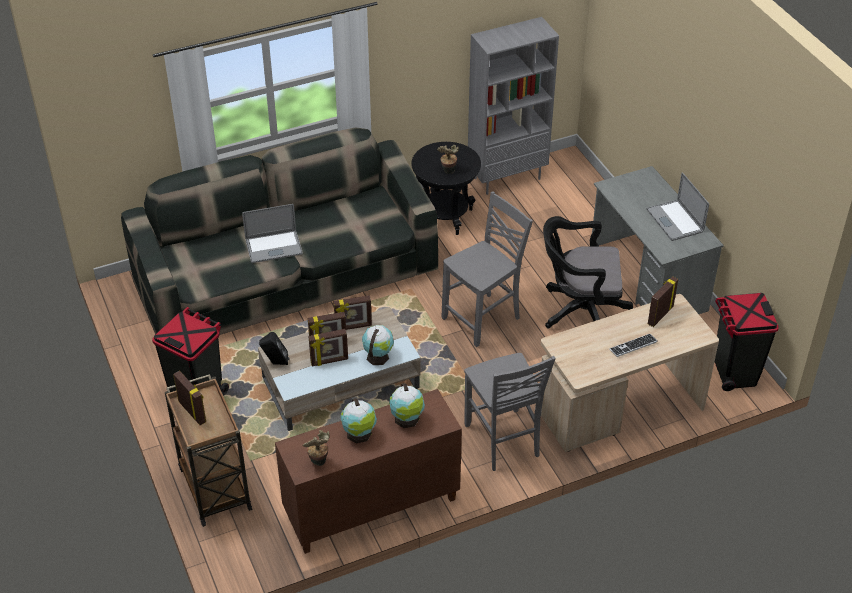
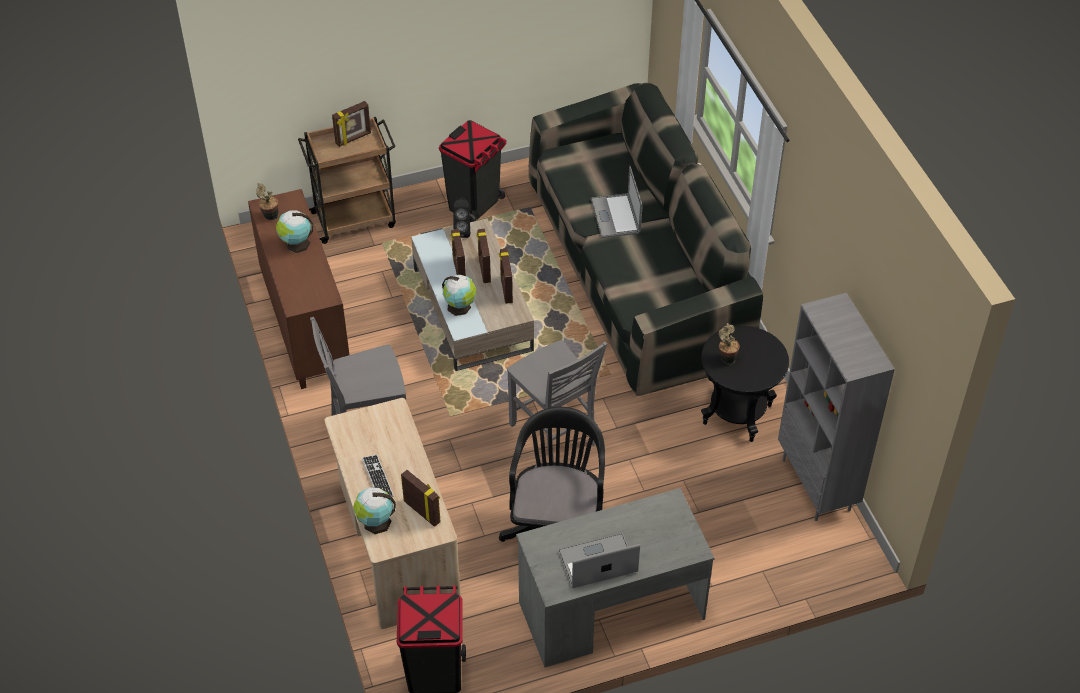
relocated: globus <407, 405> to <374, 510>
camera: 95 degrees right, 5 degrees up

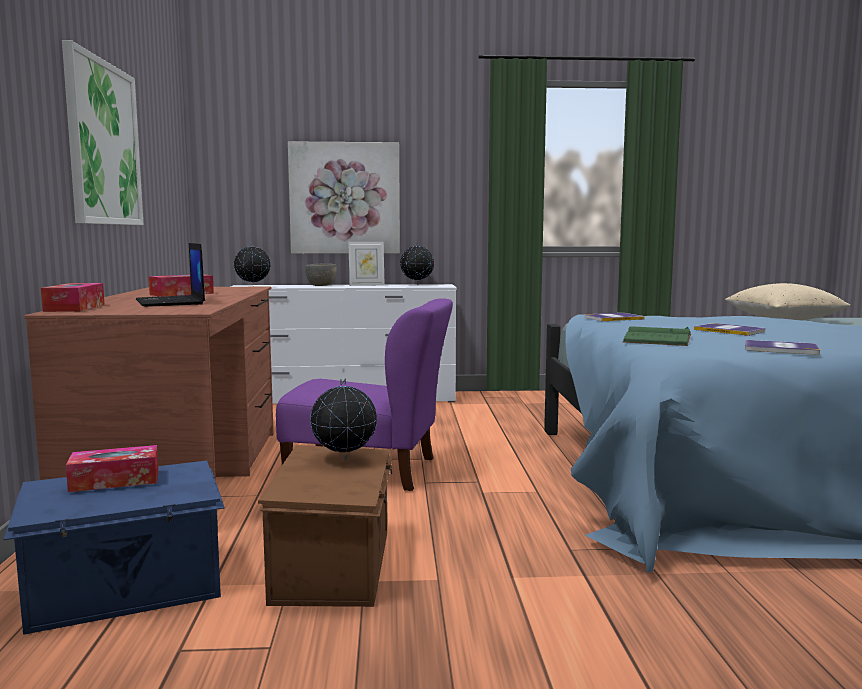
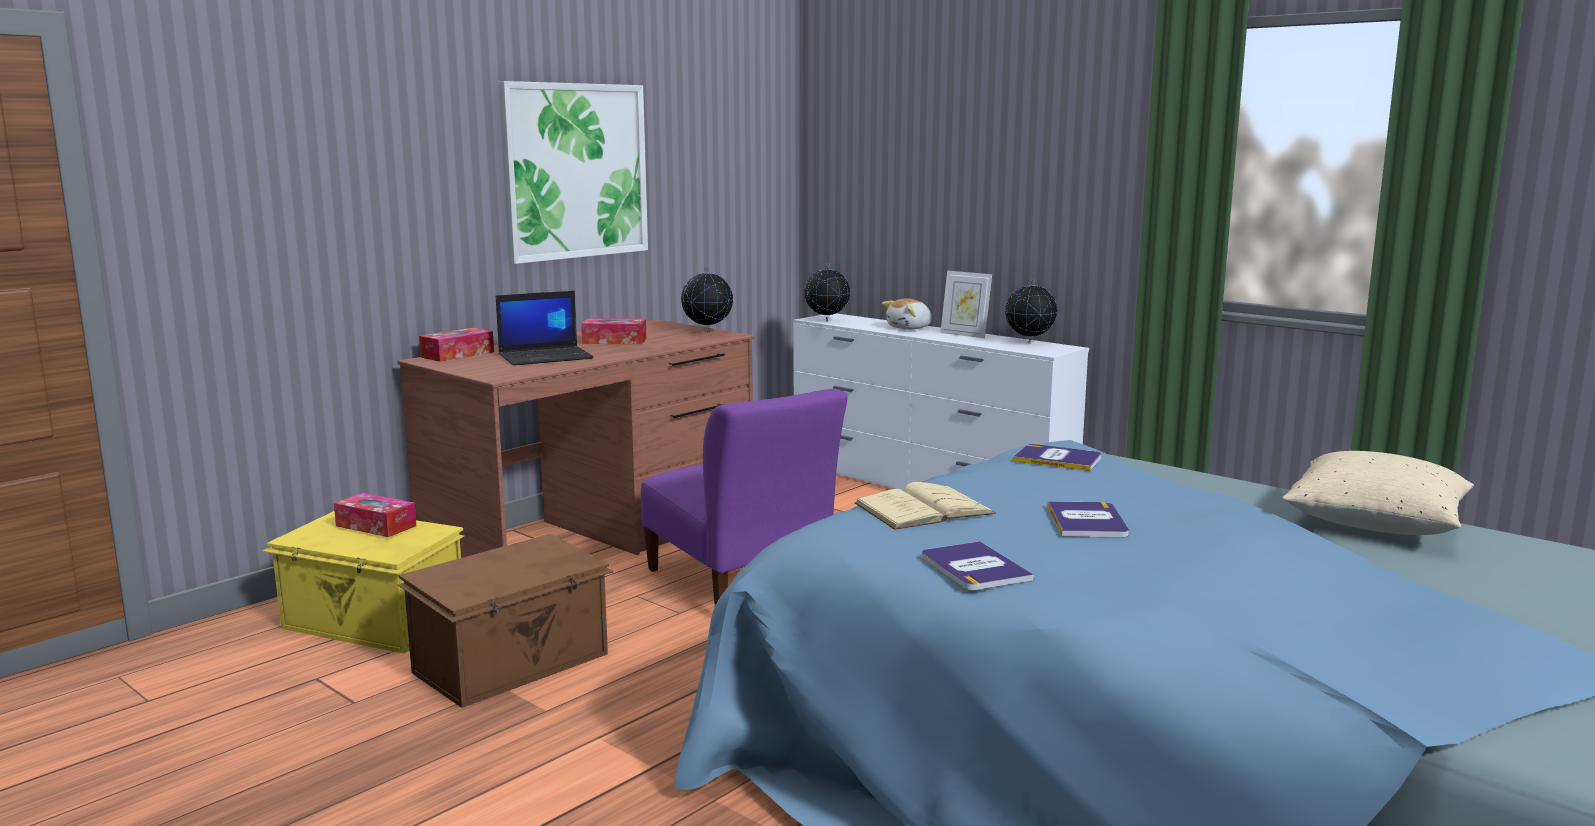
missing: obraz <344, 197>
relocated: globus <343, 419> to <707, 299>
exchanged: miska/szary <321, 274> to pluszak <906, 314>
colour: pojemnik do przechowywania/niebieski <114, 547> to pojemnik do przechowywania/żółty <363, 582>; książka/zielony <657, 336> to książka/beżowy <925, 506>
spun: laptop <170, 275> = <545, 328> 135 degrees counterclockwise
camera: 45 degrees right, 5 degrees up

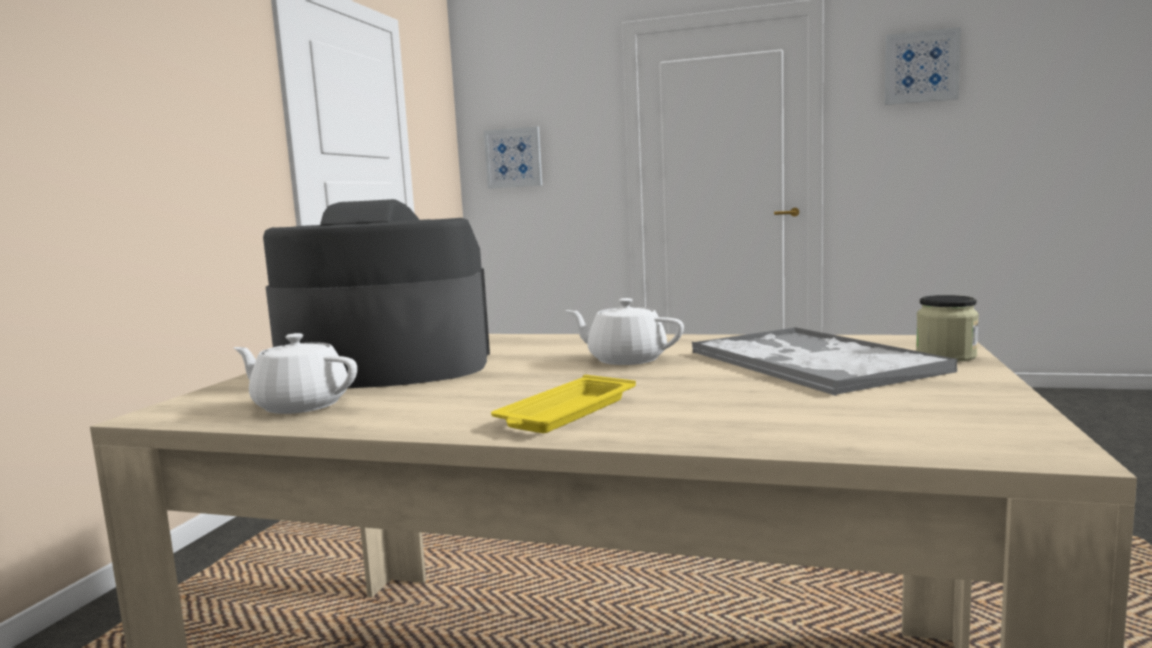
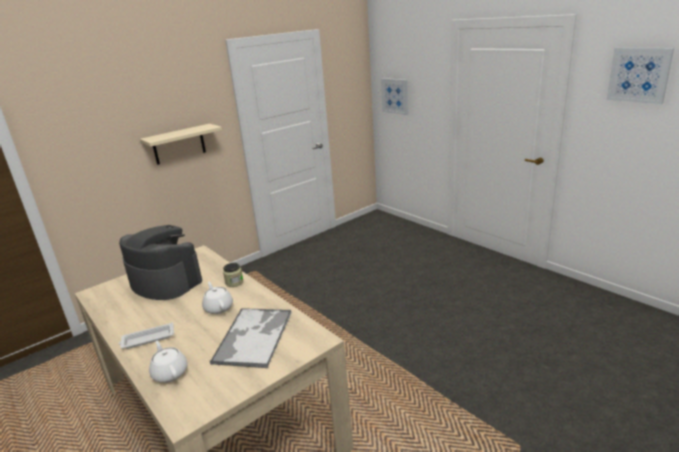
appeared: półka/beżowy <181, 144>
relocated: imbryk/biały <295, 373> to <168, 362>; słoik <947, 328> to <233, 275>
colour: taca/żółty <563, 404> to taca/biały <146, 335>
camera: 35 degrees right, 15 degrees up

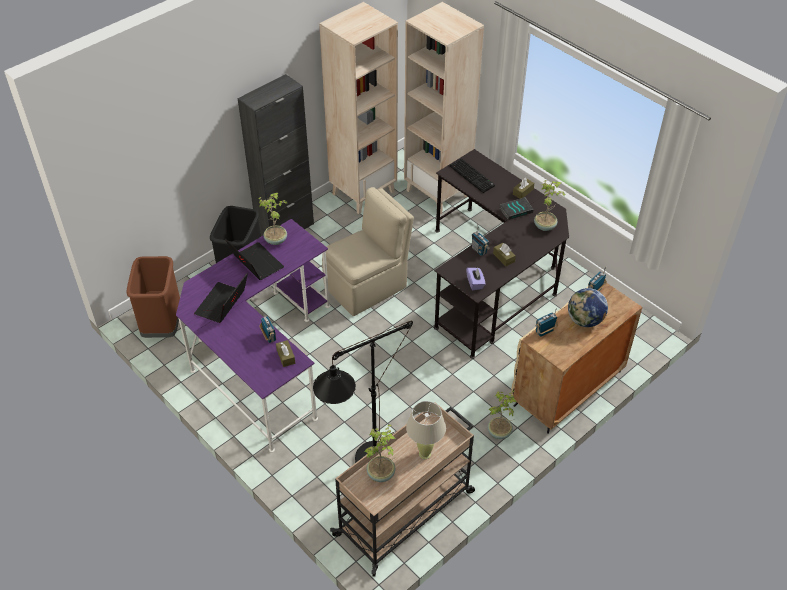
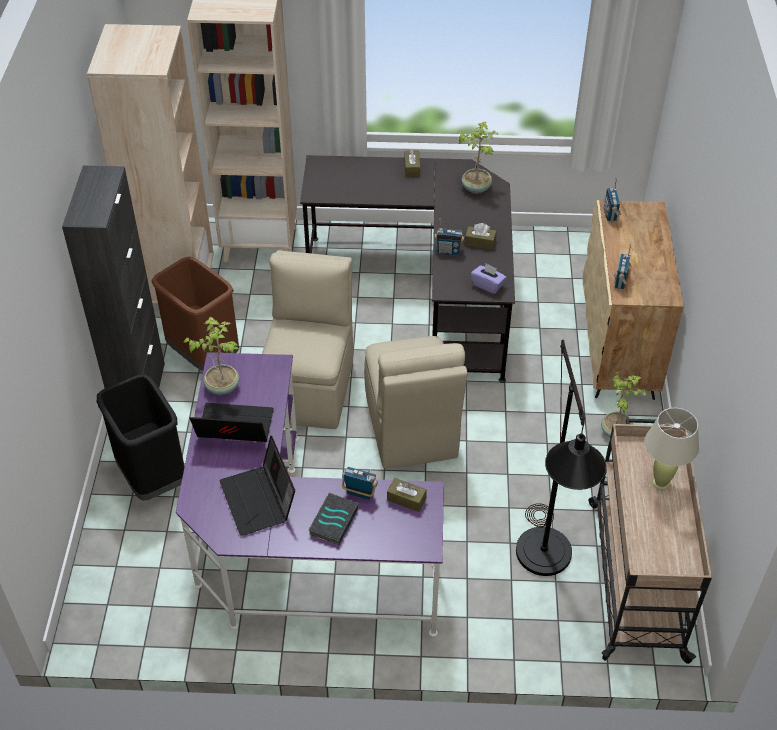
missing: roślina doniczkowa <380, 453>; klawiatura <472, 175>; globus <588, 307>
appeared: krzesło/beżowy <416, 402>
relocated: kosz na śmieci/brązowy <153, 297> to <195, 314>; książka <516, 208> to <333, 519>
camera: 45 degrees left, 0 degrees up

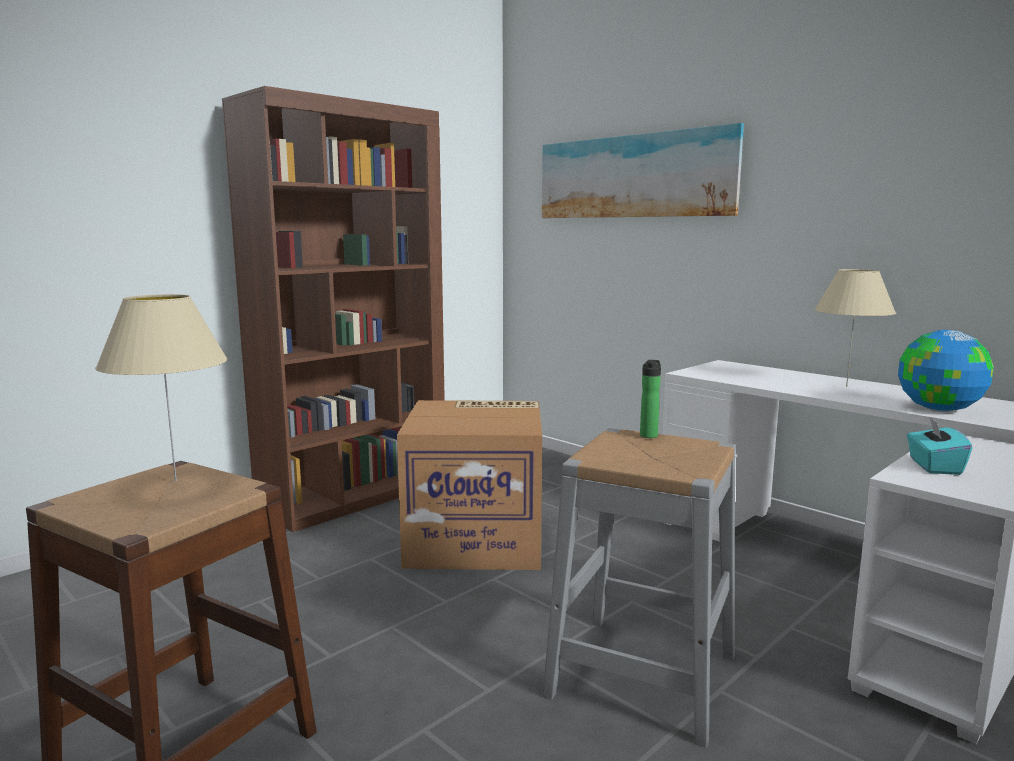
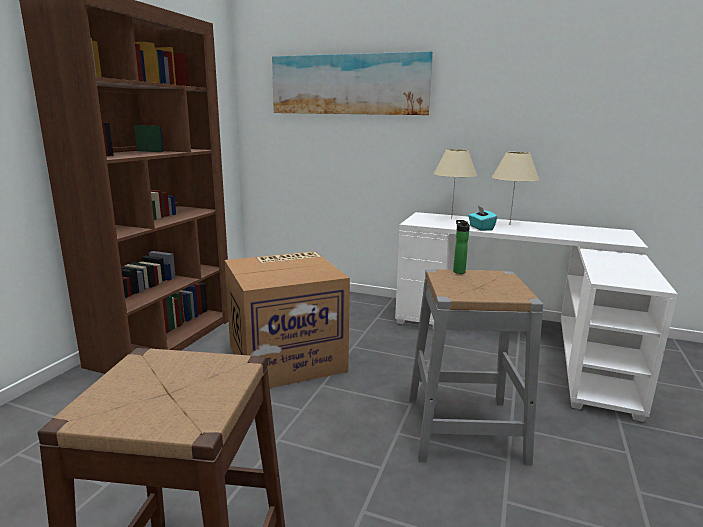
missing: globus <946, 371>
relocated: lampa stołowa/beżowy <161, 388> to <455, 184>; pudełko chusteczek/turkusowy <939, 445> to <482, 218>
camera: 25 degrees left, 5 degrees up

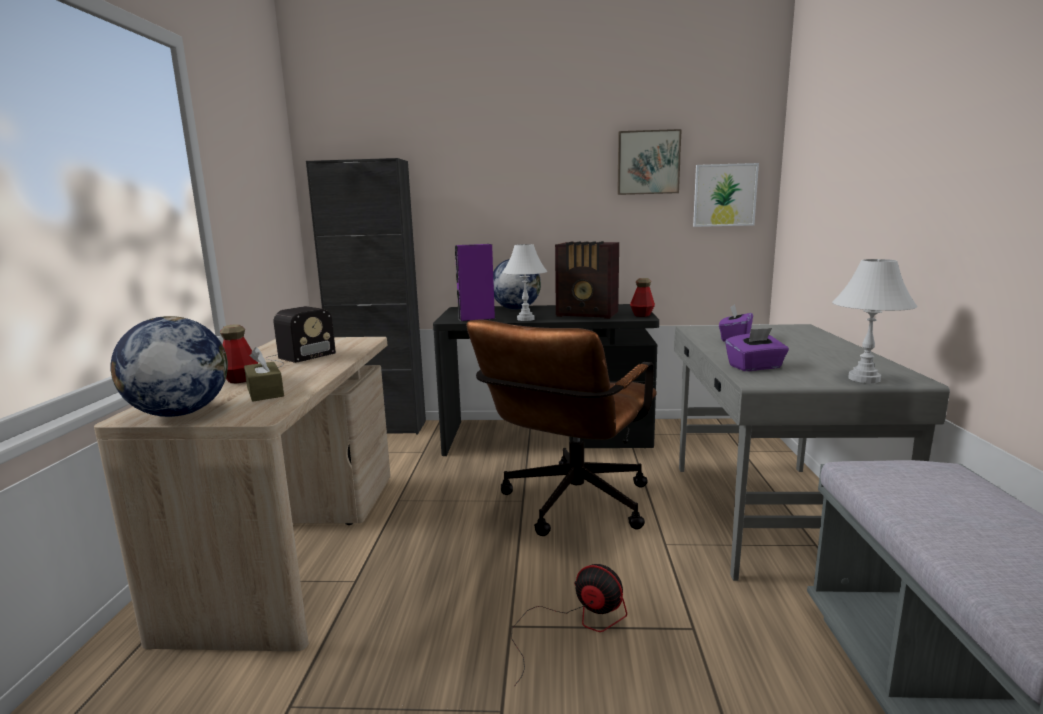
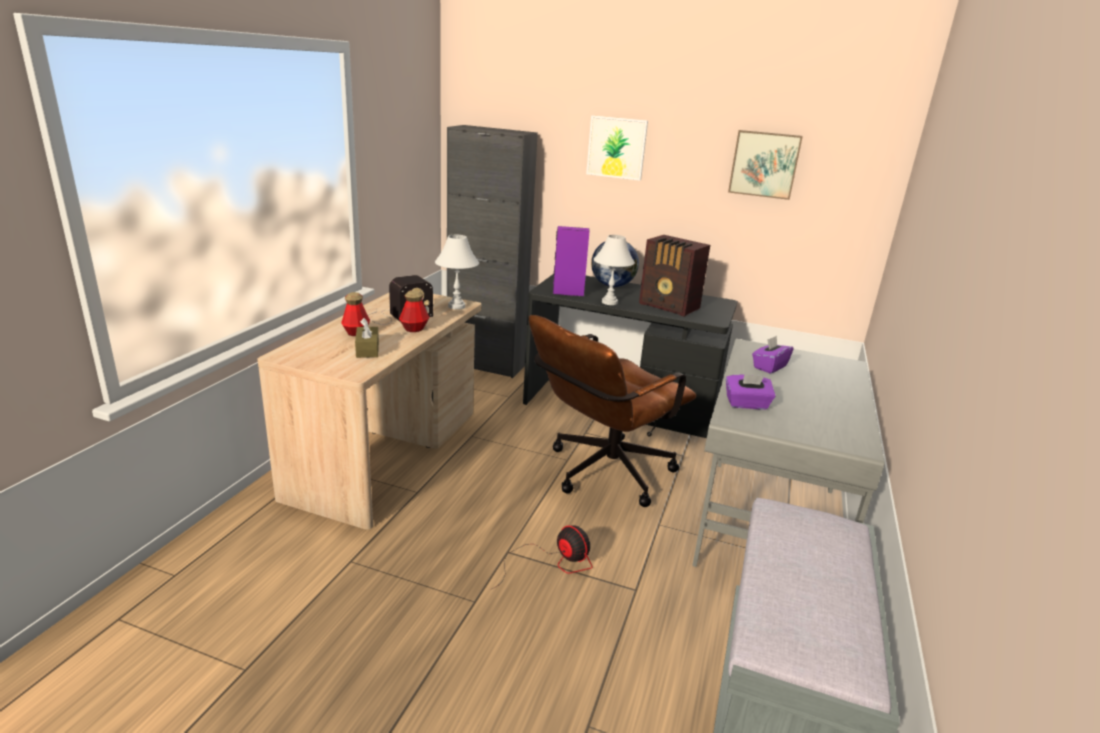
missing: globus <169, 366>
relocated: butelka <642, 297> to <414, 311>; obraz <726, 195> to <617, 148>; lampa stołowa/biały <875, 321> to <457, 272>
camera: 15 degrees right, 10 degrees up

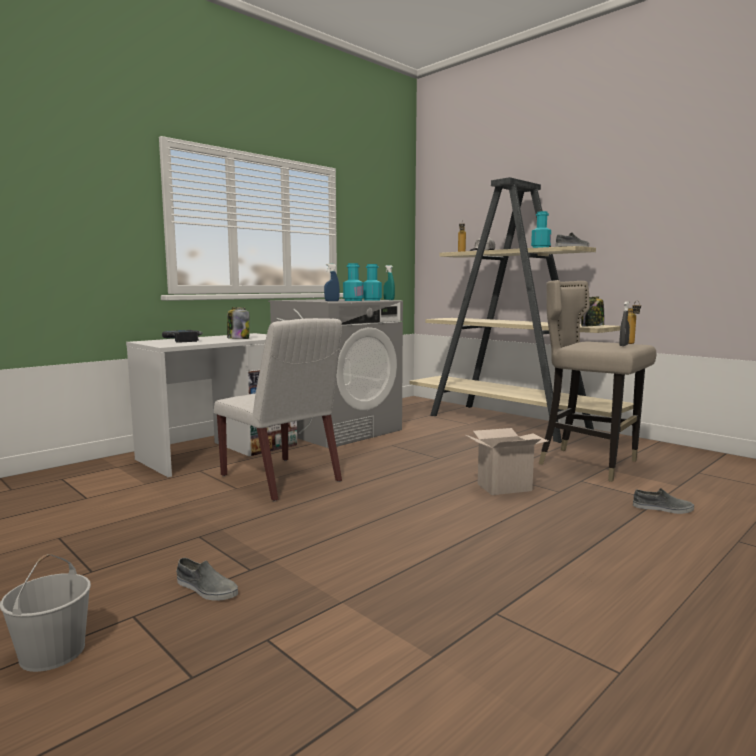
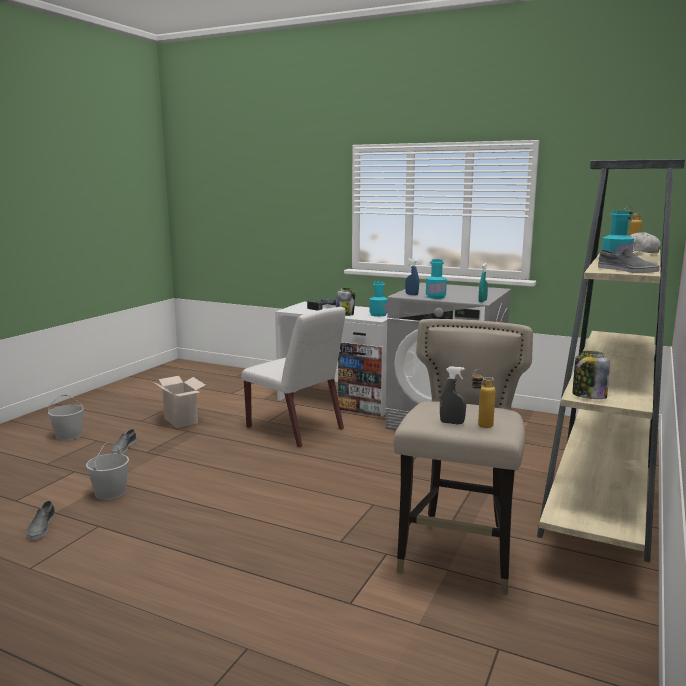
appeared: wiadro/biały <107, 471>
relocated: butelka/turkusowy <373, 282> to <378, 299>; karton <507, 461> to <179, 402>; but/szary <663, 501> to <41, 520>
spun: krzesło/biały <278, 410> = <293, 377> 75 degrees counterclockwise
camera: 70 degrees right, 5 degrees up

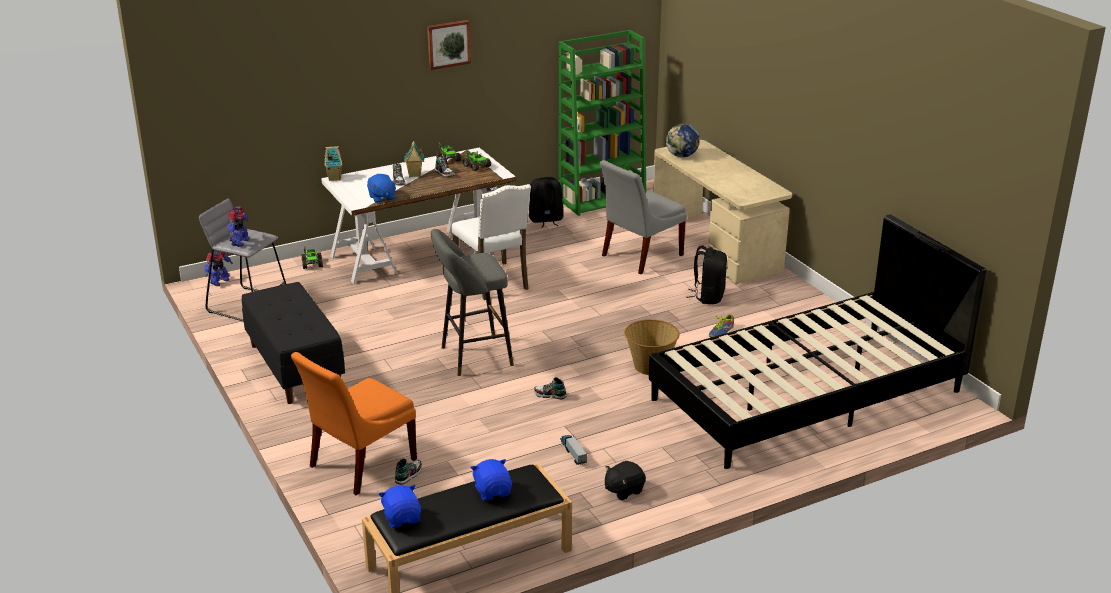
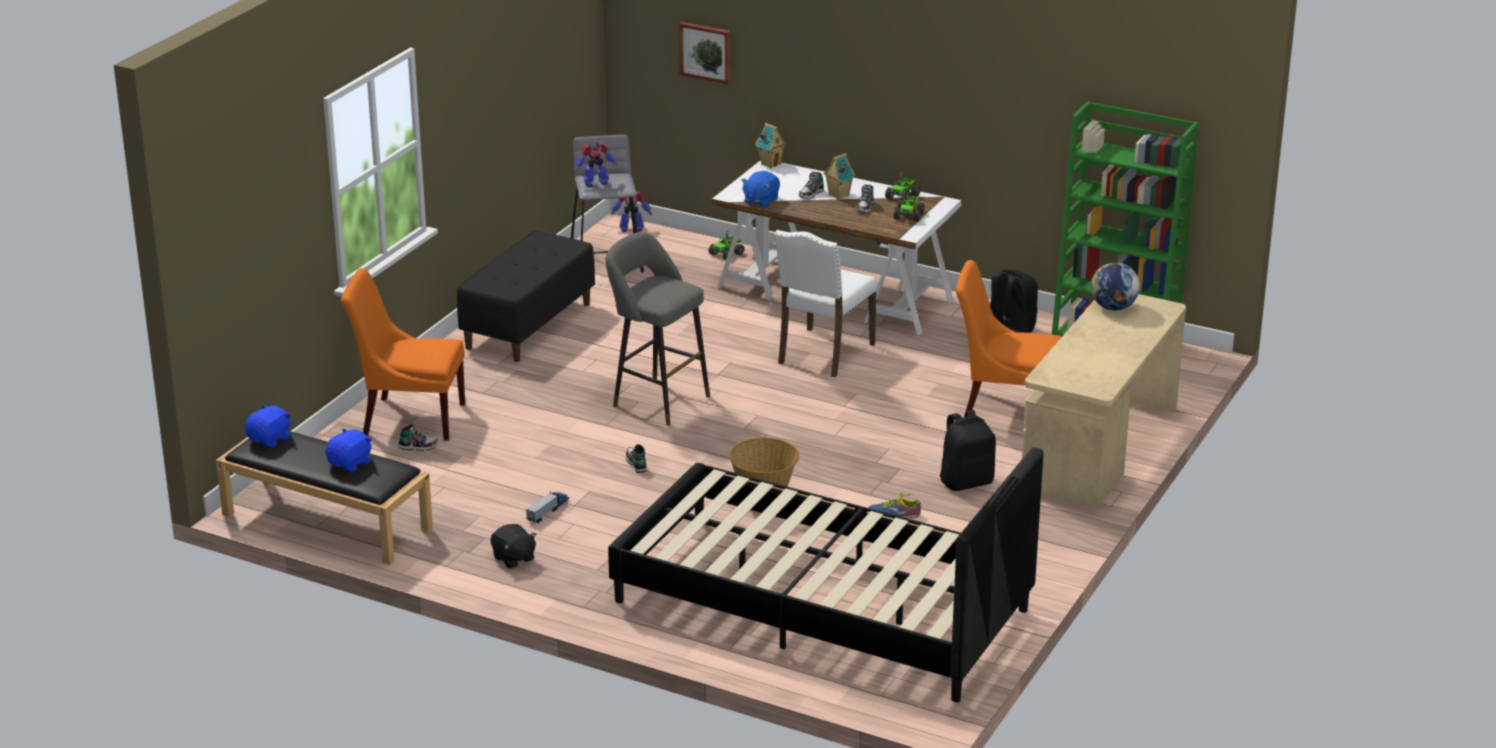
relocated: obraz <449, 45> to <704, 53>
colour: krzesło/szary <643, 217> to krzesło/pomarańczowy <1009, 338>
spun: pluszak/czarny <625, 481> = <513, 546> 150 degrees counterclockwise
camera: 55 degrees right, 0 degrees up

